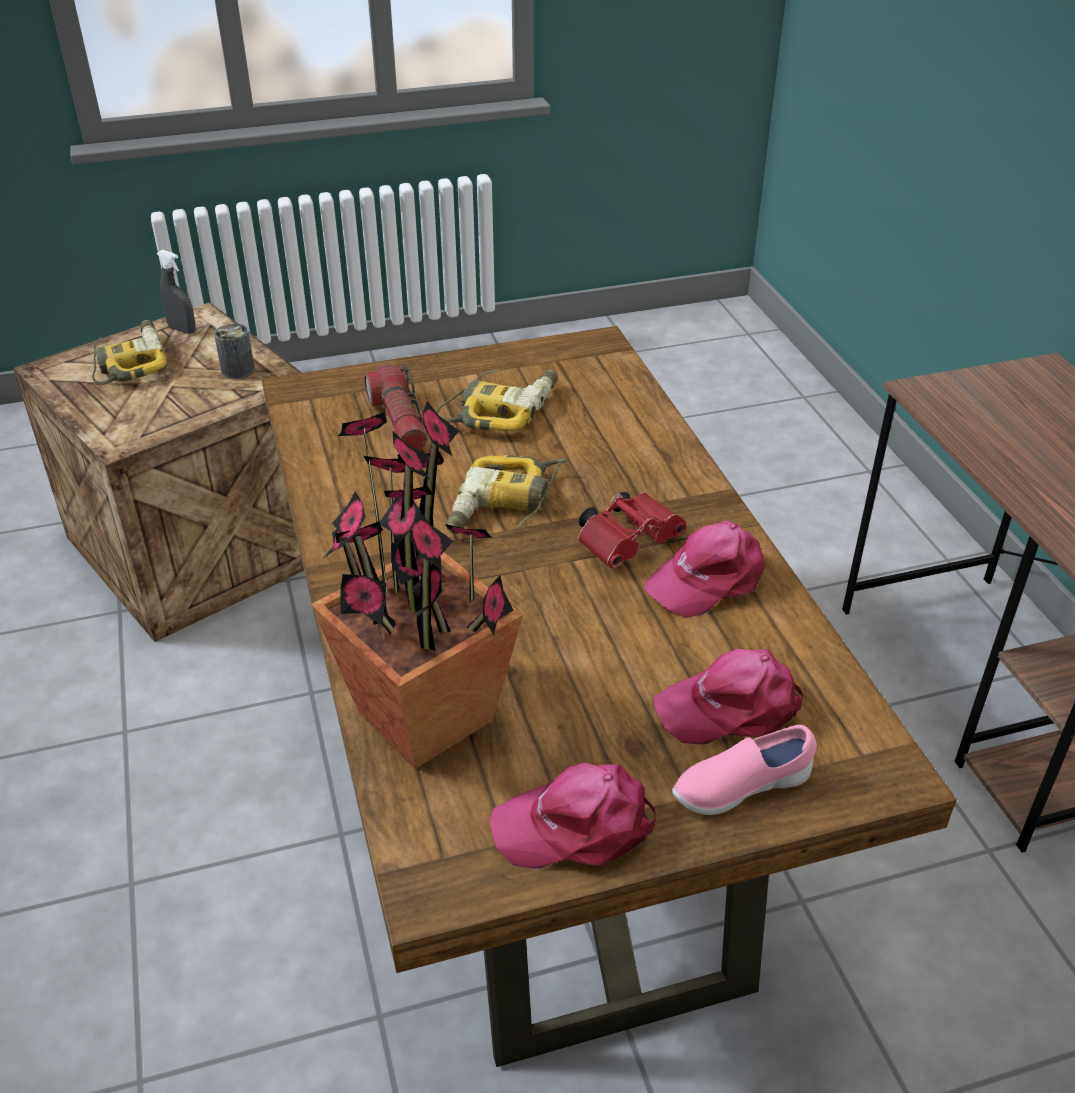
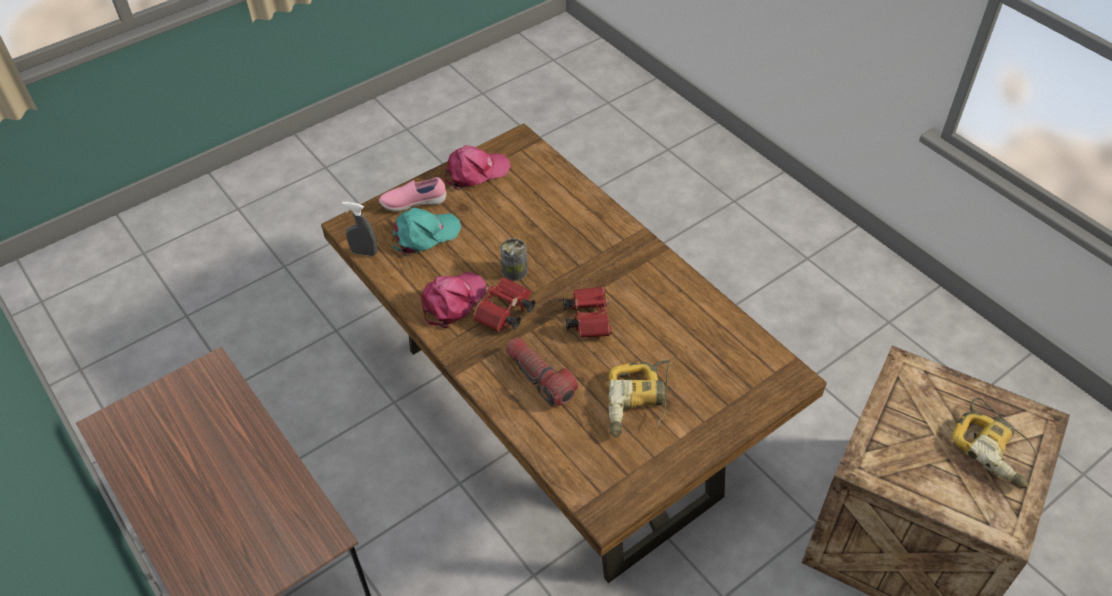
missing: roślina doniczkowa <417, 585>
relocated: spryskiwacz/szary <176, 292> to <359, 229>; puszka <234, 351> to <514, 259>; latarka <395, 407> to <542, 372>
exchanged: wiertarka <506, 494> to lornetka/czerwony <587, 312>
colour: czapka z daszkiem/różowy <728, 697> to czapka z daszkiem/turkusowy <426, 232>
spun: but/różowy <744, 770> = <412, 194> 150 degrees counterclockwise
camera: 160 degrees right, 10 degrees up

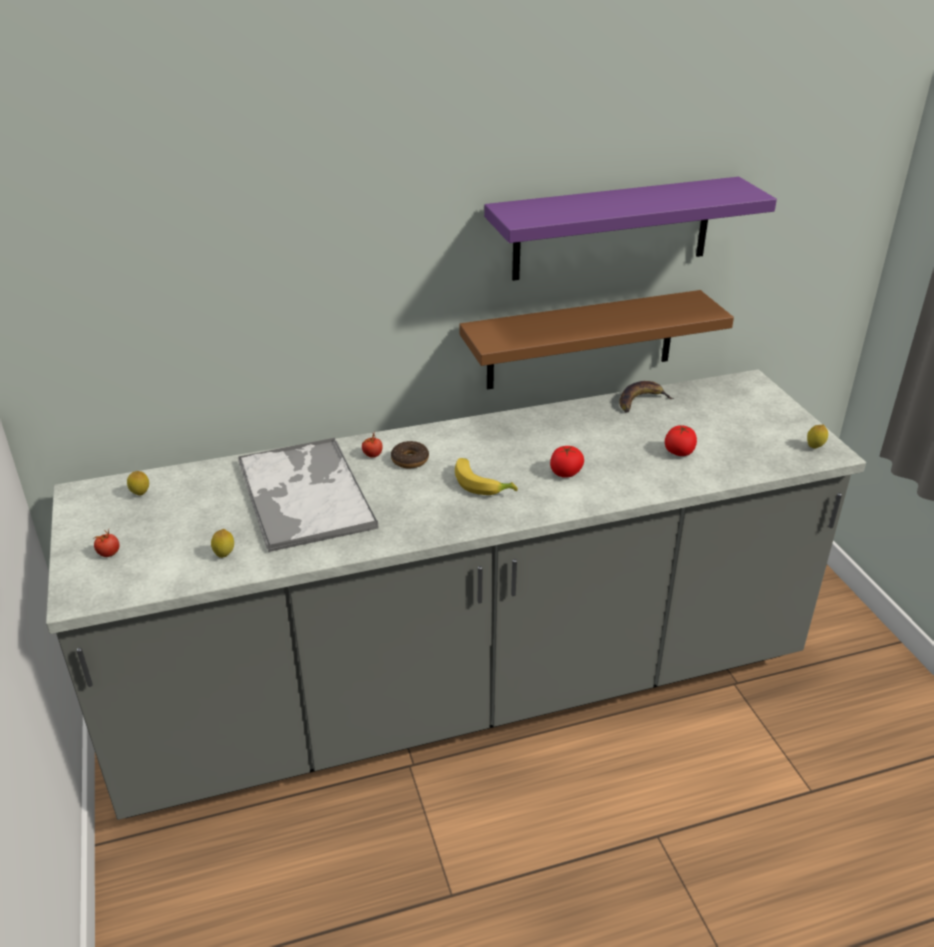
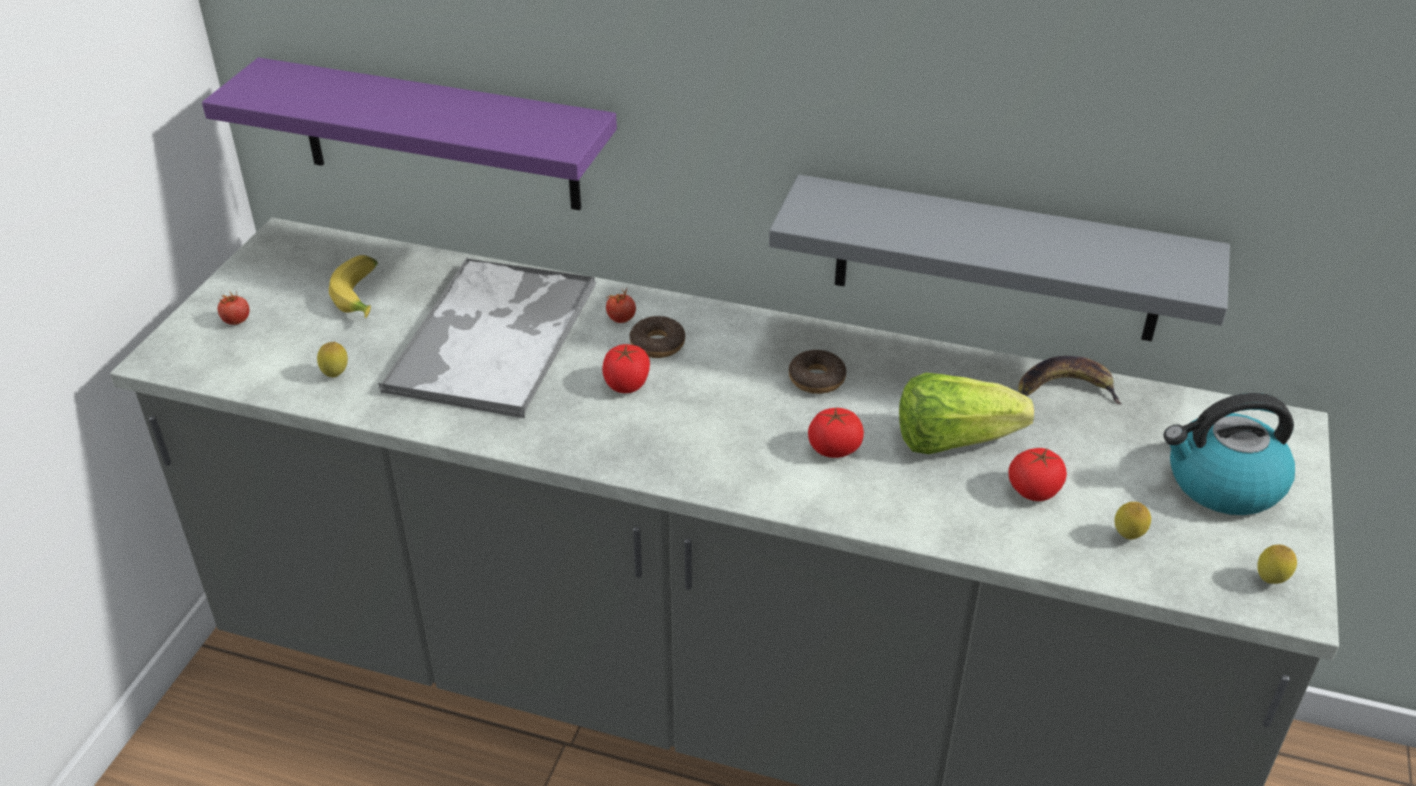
appeared: pomidor <626, 368>; donut <817, 371>; sałata <966, 413>; czajnik <1229, 454>
relocated: cytryna <138, 483> to <1132, 520>; banan <486, 476> to <353, 286>; półka/fioletowy <630, 229> to <409, 134>
colour: półka/brązowy <596, 340> to półka/szary <999, 258>
camera: 35 degrees right, 5 degrees up

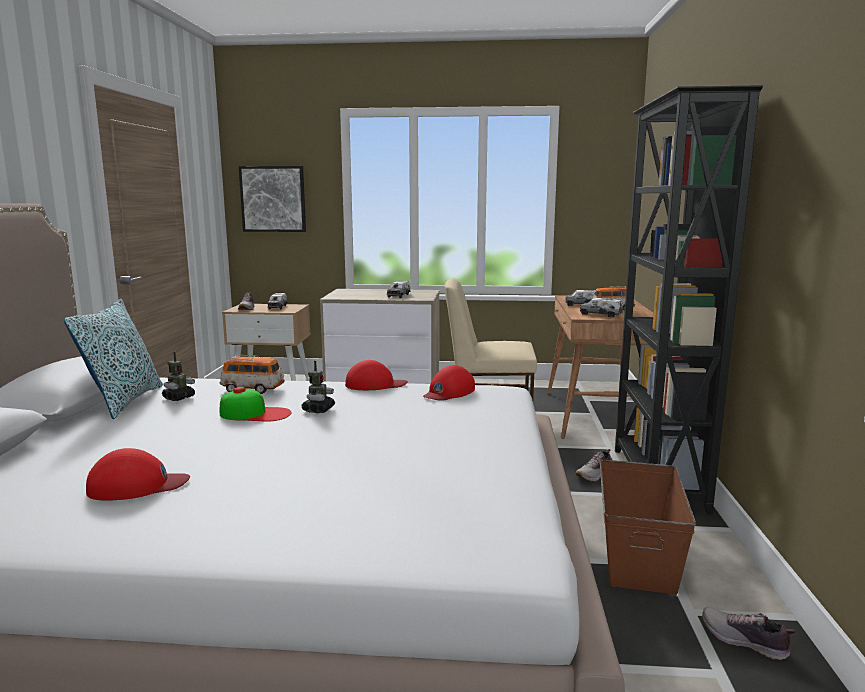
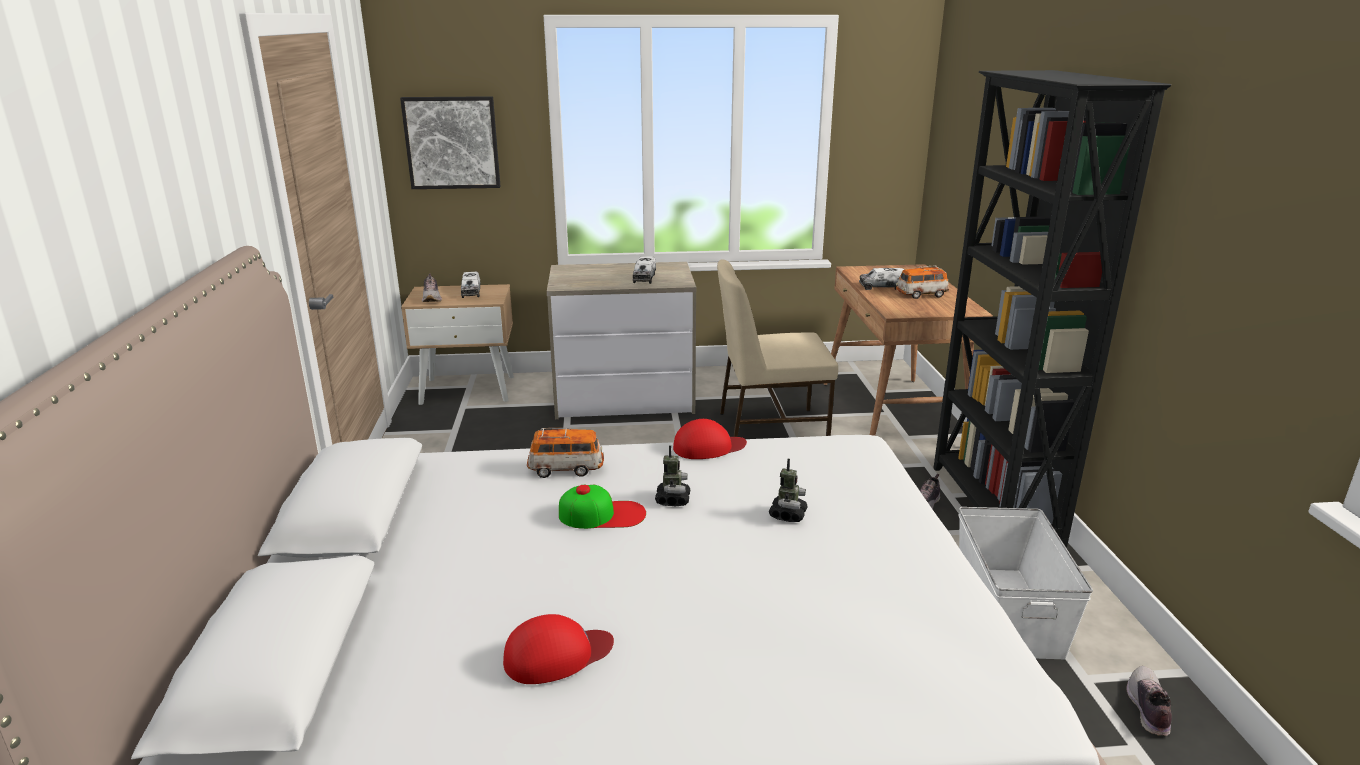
missing: poduszka <113, 359>; czapka z daszkiem/czerwony <449, 383>; ciężarówka zabawkowa <601, 307>
relocated: robot zabawkowy <178, 376> to <788, 490>
colour: pojemnik do przechowywania/brązowy <648, 527> to pojemnik do przechowywania/biały <1025, 583>
spun: but <749, 633> = <1149, 701> 75 degrees clockwise
camera: 10 degrees left, 10 degrees up

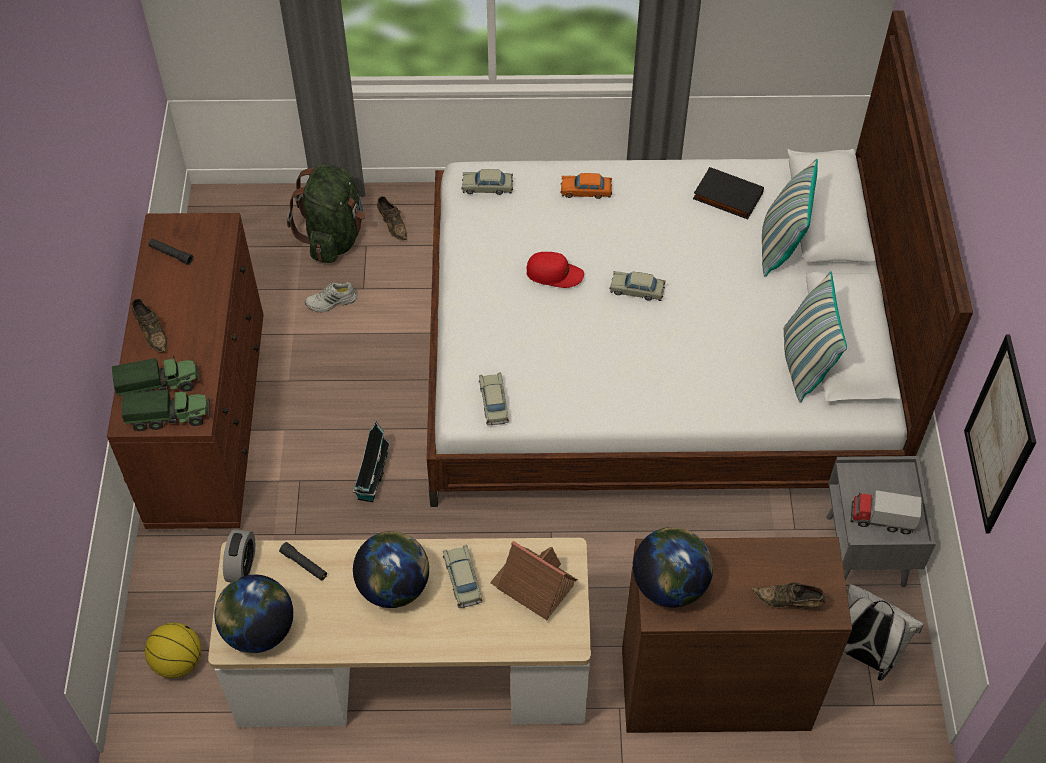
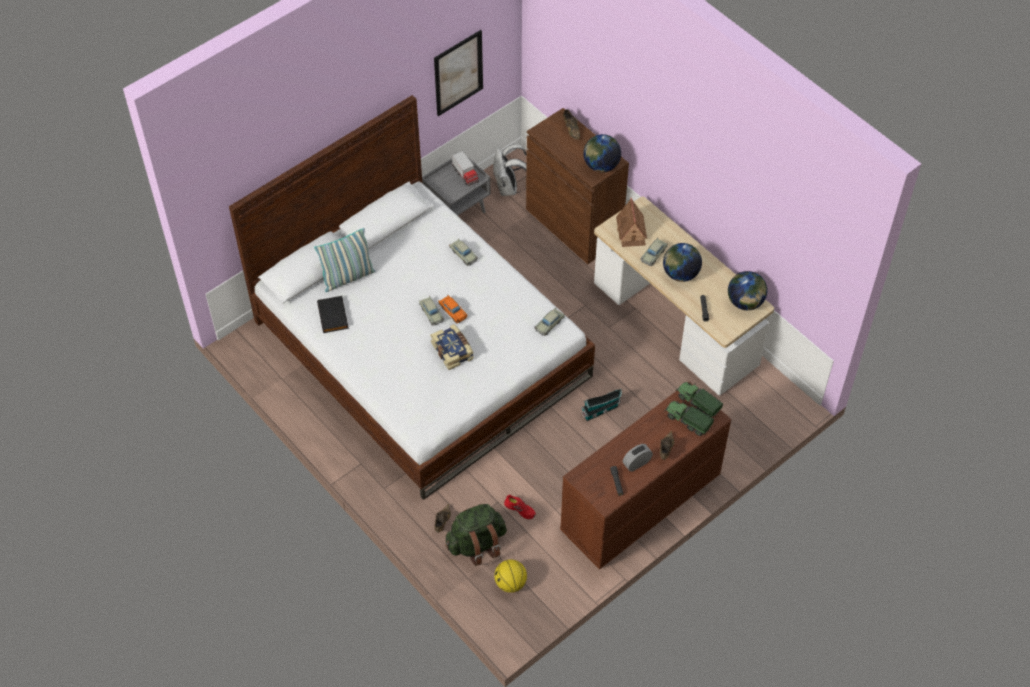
missing: poduszka <815, 336>
relocated: piłka do koszykówki <173, 650> to <510, 576>; budzik <239, 555> to <638, 458>; samochodzik/beżowy <487, 182> to <463, 252>; samochodzik/pomarańczowy <586, 186> to <452, 309>
exchanged: czapka z daszkiem/czerwony <555, 270> to książka <452, 347>
colour: but/biały <331, 297> to but/czerwony <520, 507>
camera: 130 degrees left, 0 degrees up

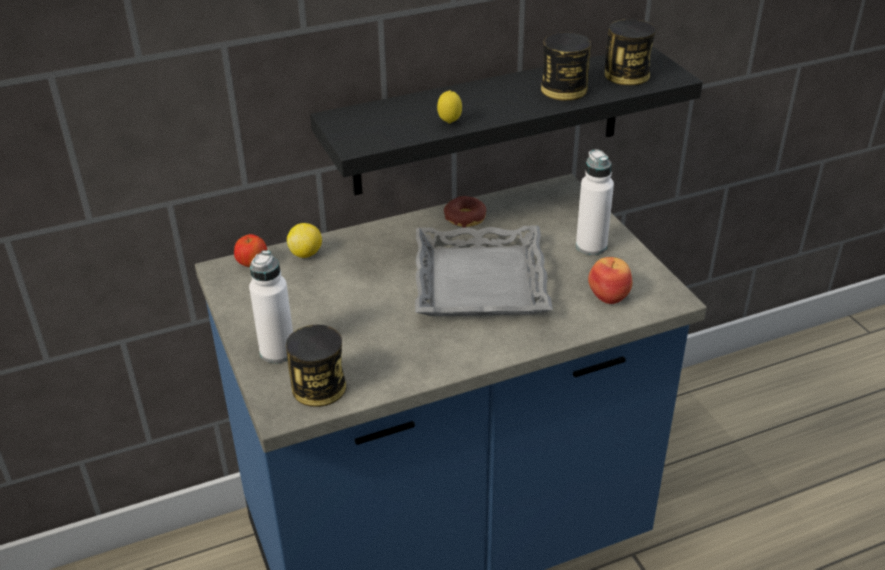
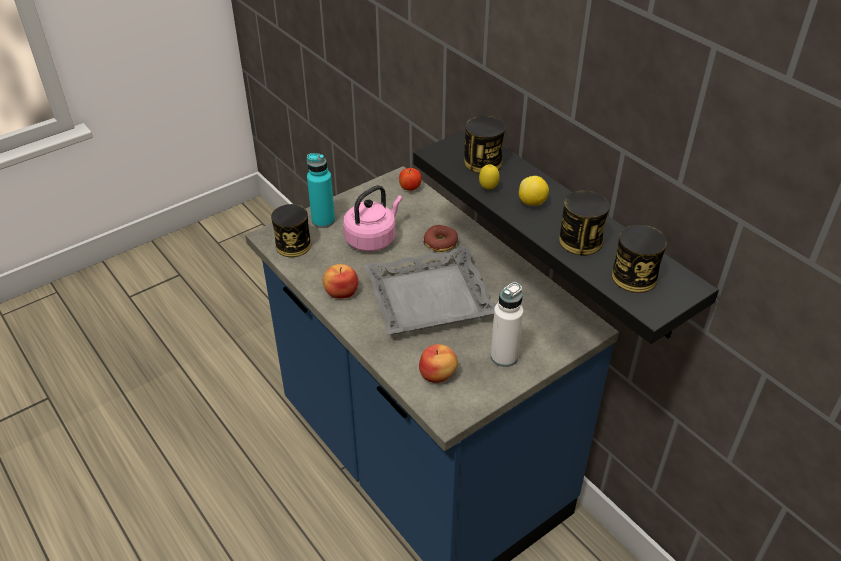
appeared: jabłko <340, 281>; czajnik/różowy <372, 218>; puszka <484, 144>
relocated: cytryna <304, 240> to <534, 191>; donut <465, 212> to <440, 238>
colour: butelka/biały <271, 306> to butelka/turkusowy <321, 190>
camera: 75 degrees right, 5 degrees up

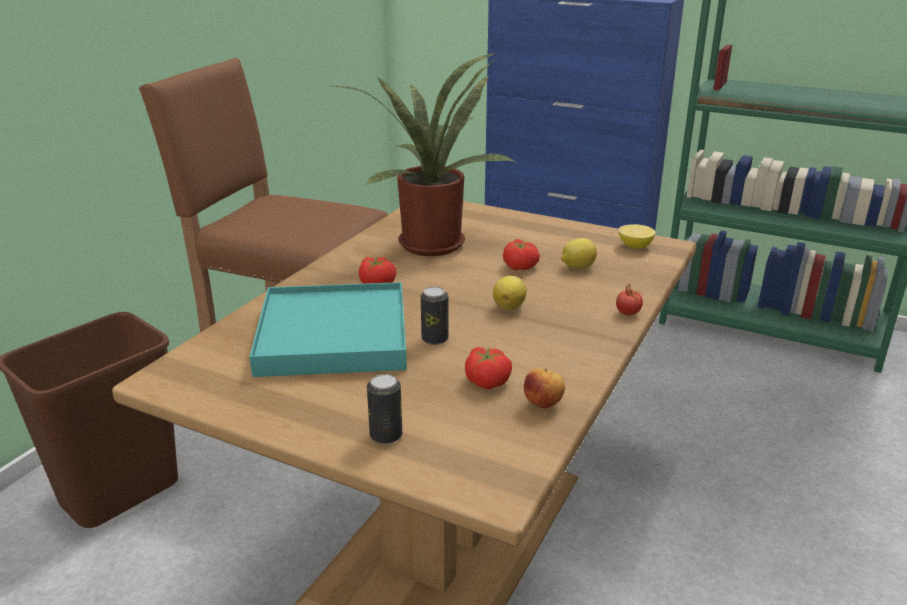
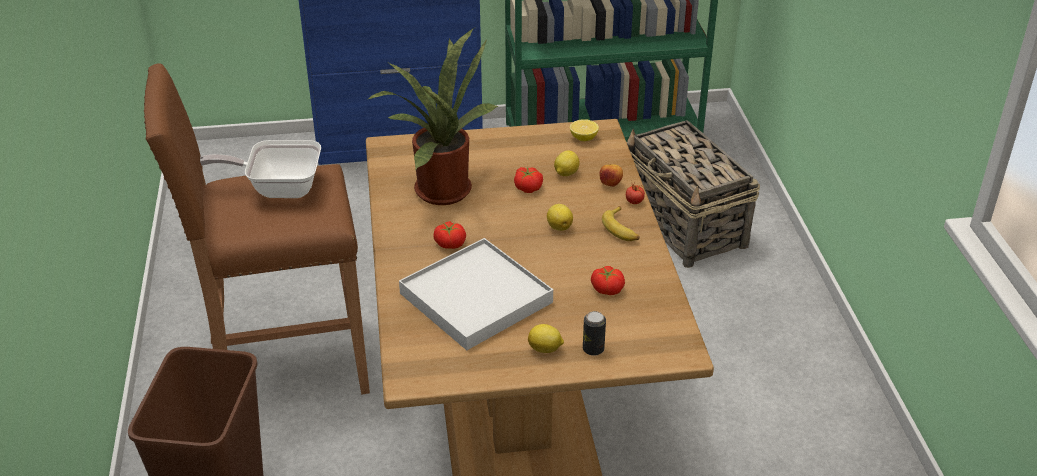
missing: puszka <435, 316>
appeared: patelnia <260, 169>; cytryna <546, 338>; banan <621, 223>; koszyk <693, 194>
relocated: jabłko <544, 388> to <611, 175>
colour: taca/turkusowy <328, 329> to taca/biały <476, 294>
camera: 35 degrees left, 10 degrees up

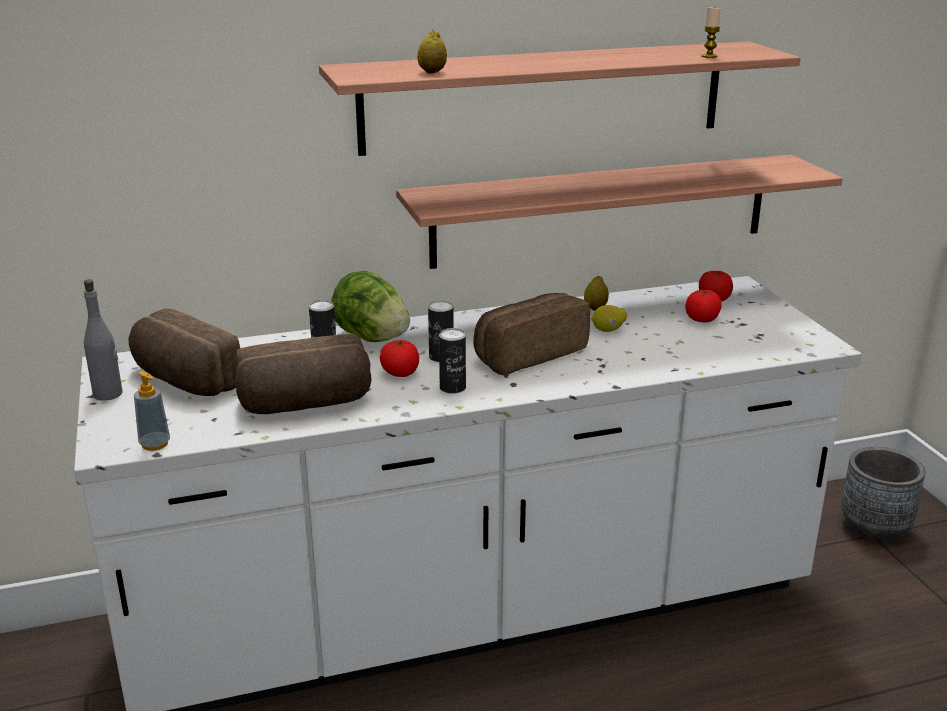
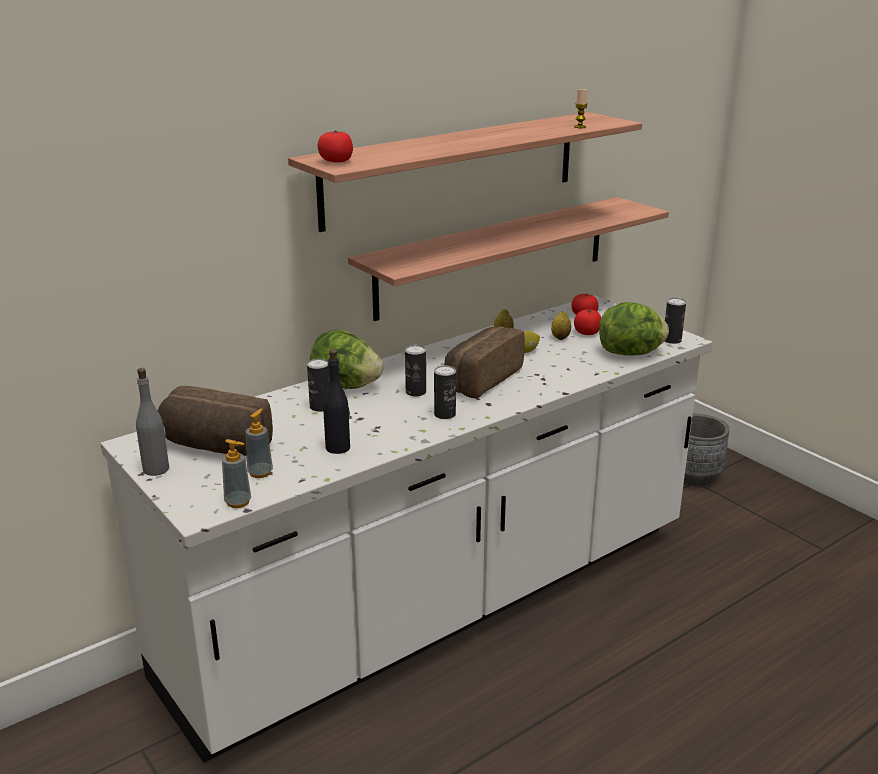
appeared: dozownik mydła <259, 443>; sałata <634, 329>; puszka <675, 321>
relocated: pomidor <399, 358> to <335, 146>; cytryna <432, 52> to <561, 325>
exchanged: chleb <303, 373> to butelka/czarny <336, 401>
camera: 20 degrees left, 0 degrees up

